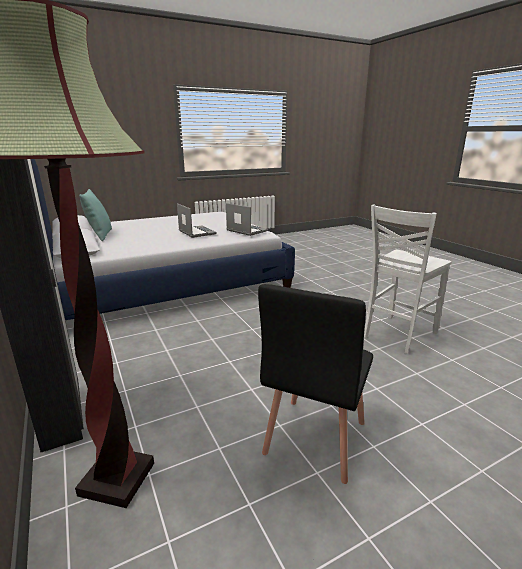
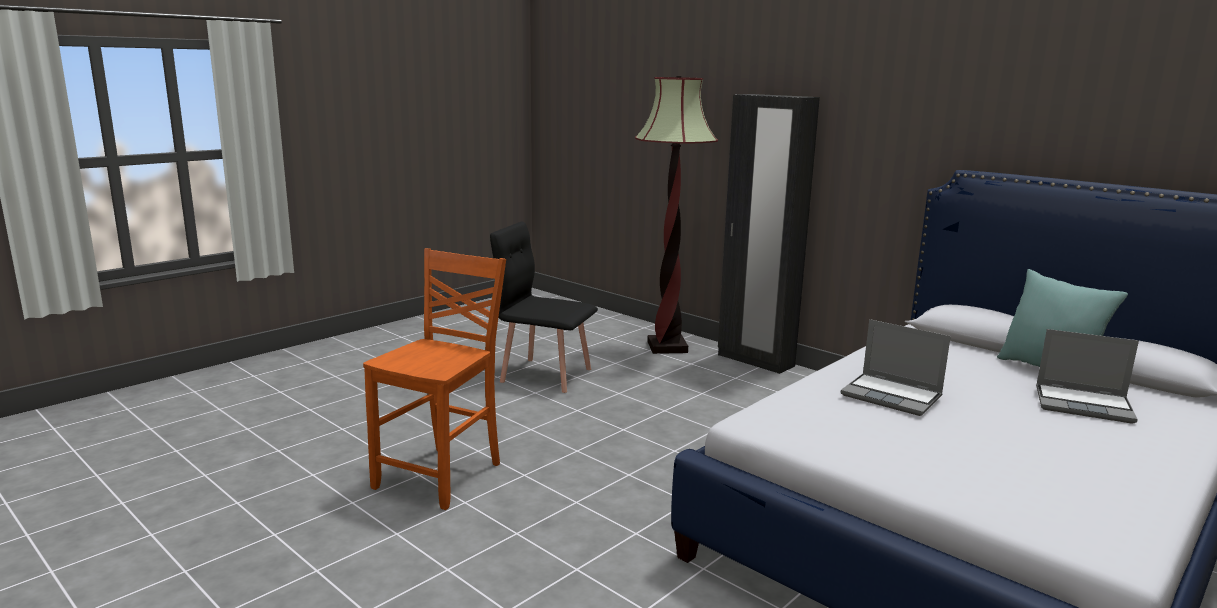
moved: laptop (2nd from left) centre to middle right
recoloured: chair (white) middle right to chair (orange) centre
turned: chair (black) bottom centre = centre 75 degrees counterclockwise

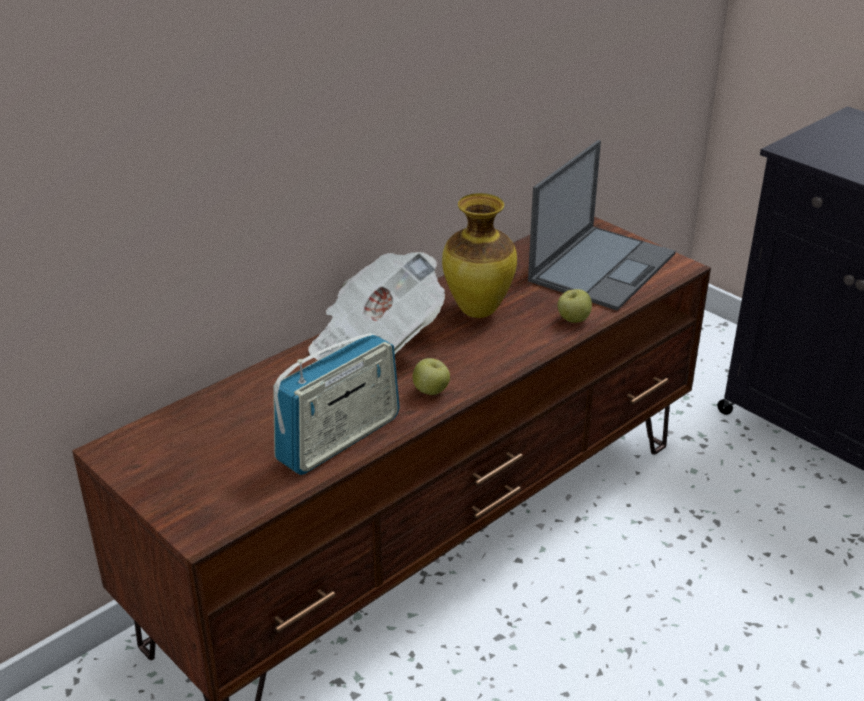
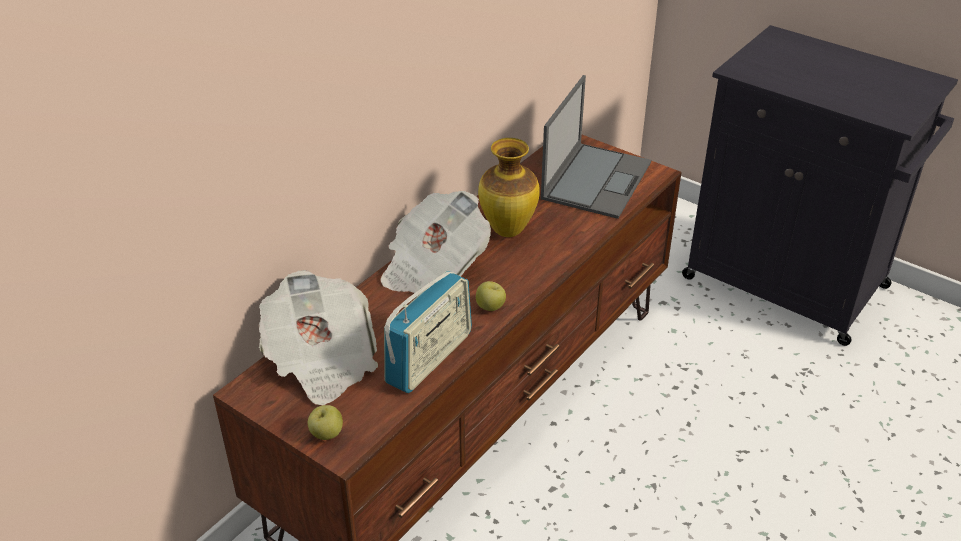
added: newspaper (1st from left) middle left
moved: apple (2nd from left in the first image) centre to apple (1st from left) bottom centre

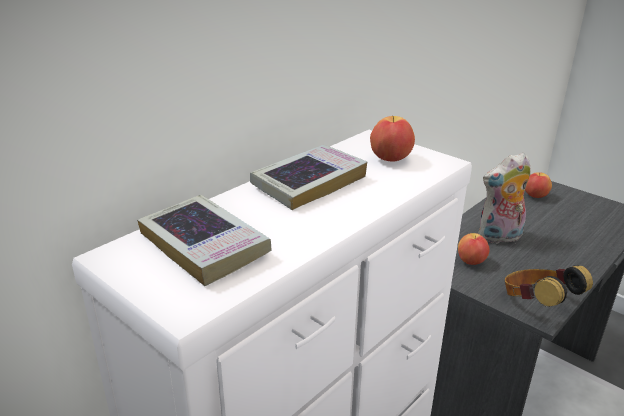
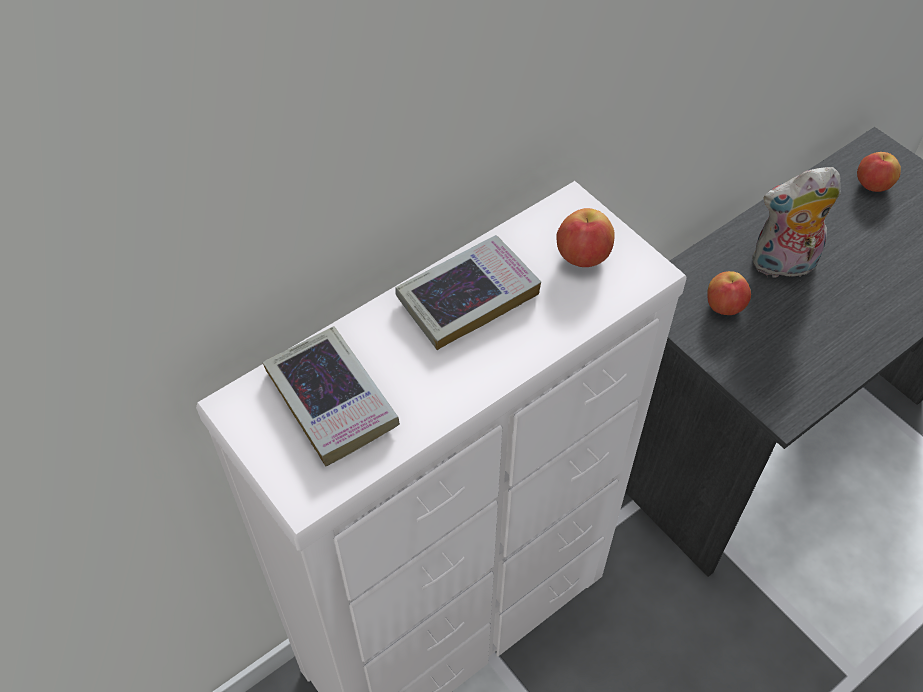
removed: headphones bottom right

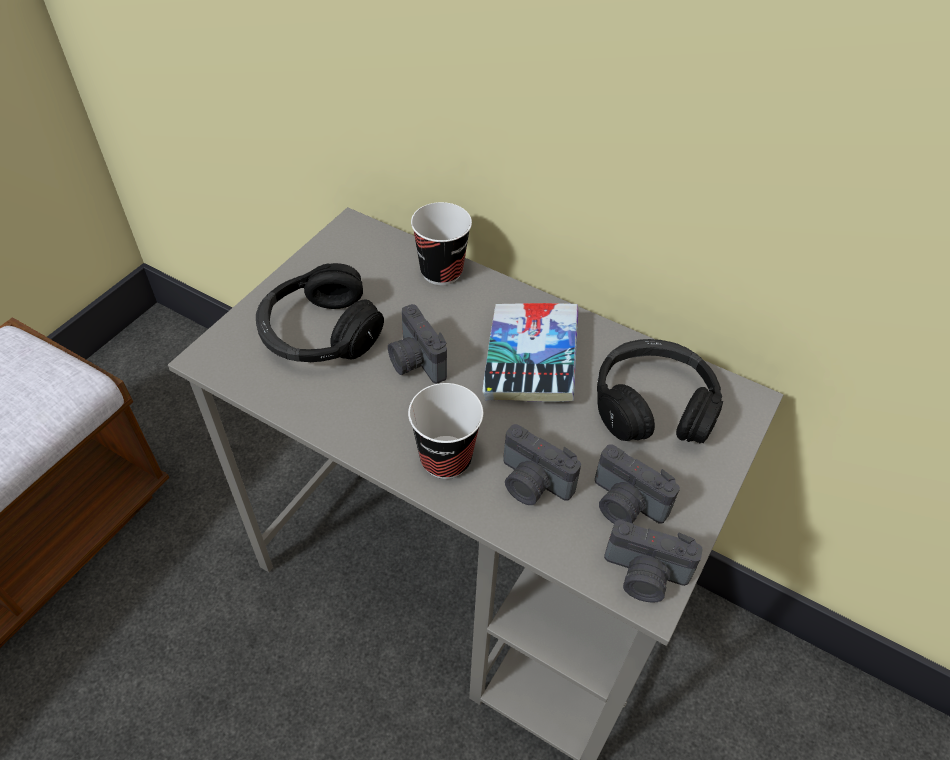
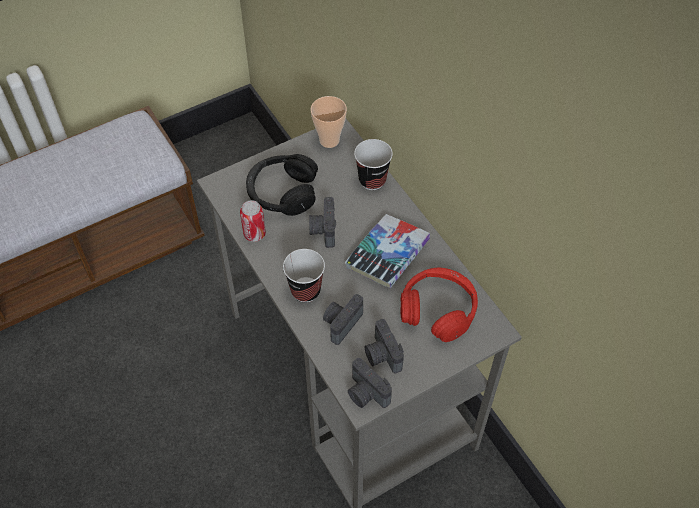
added: can centre; cup (2nd from left) top centre
recoloured: headphones (black) (2nd from left) middle right to headphones (red) centre
turned: photo camera (2nd from left) centre = centre 60 degrees clockwise

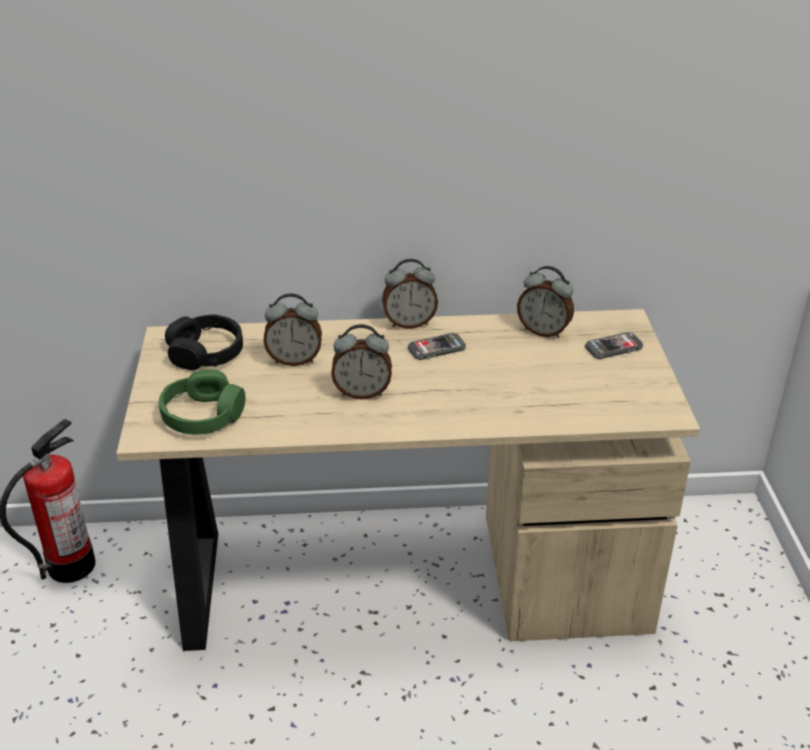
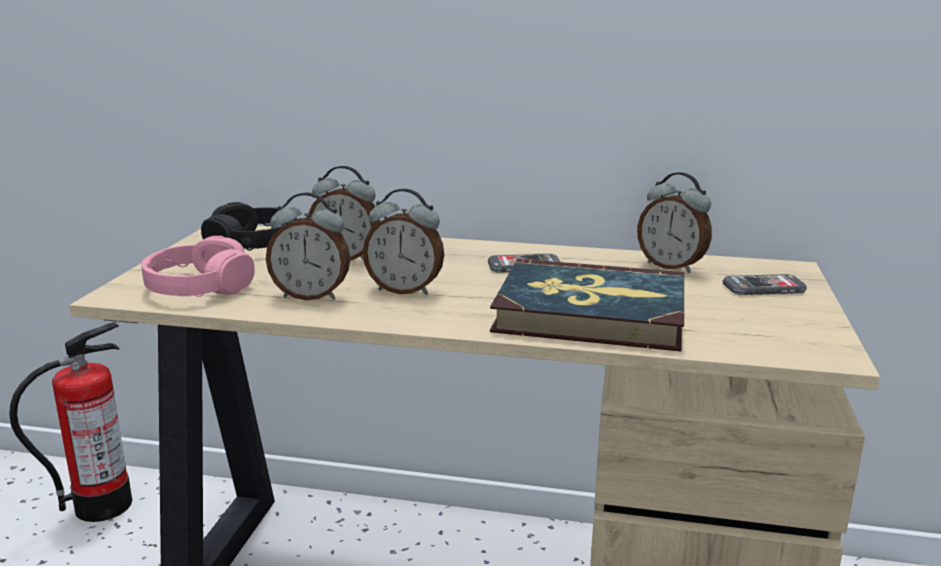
added: book centre
moved: alarm clock (3rd from left in the first image) centre to alarm clock (1st from left) middle left
recoloured: headphones (green) middle left to headphones (pink) middle left

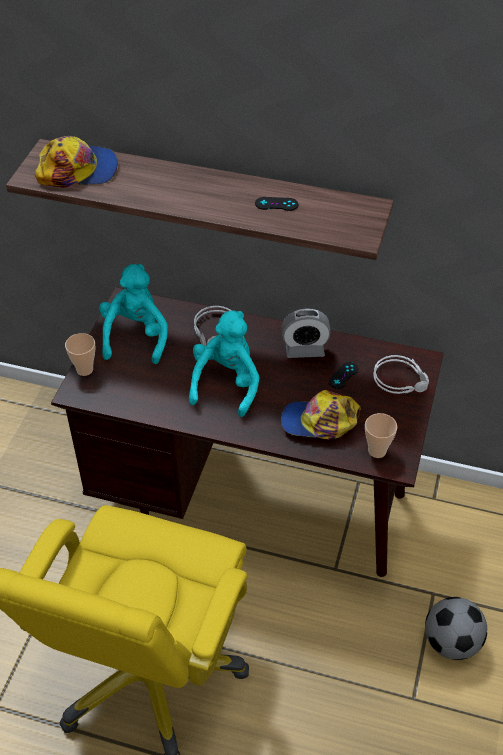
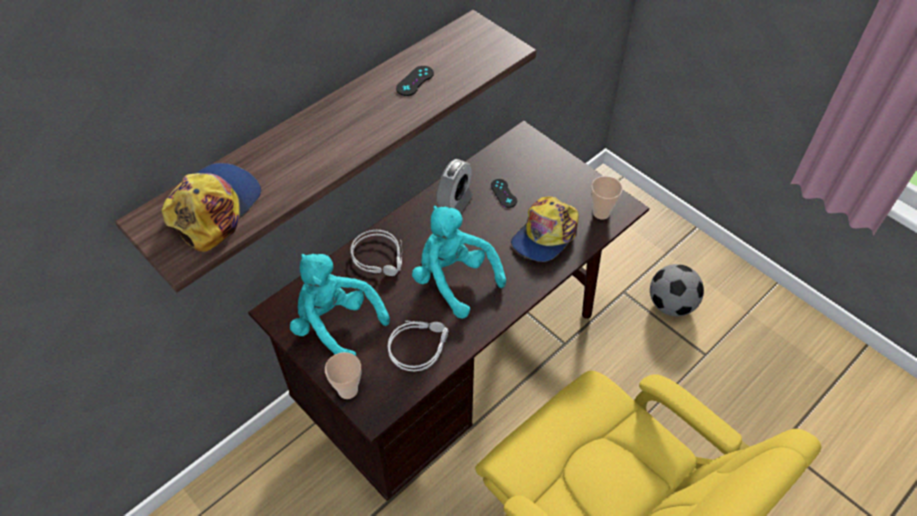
moved: headphones (grey) (2nd from left) middle right to bottom centre

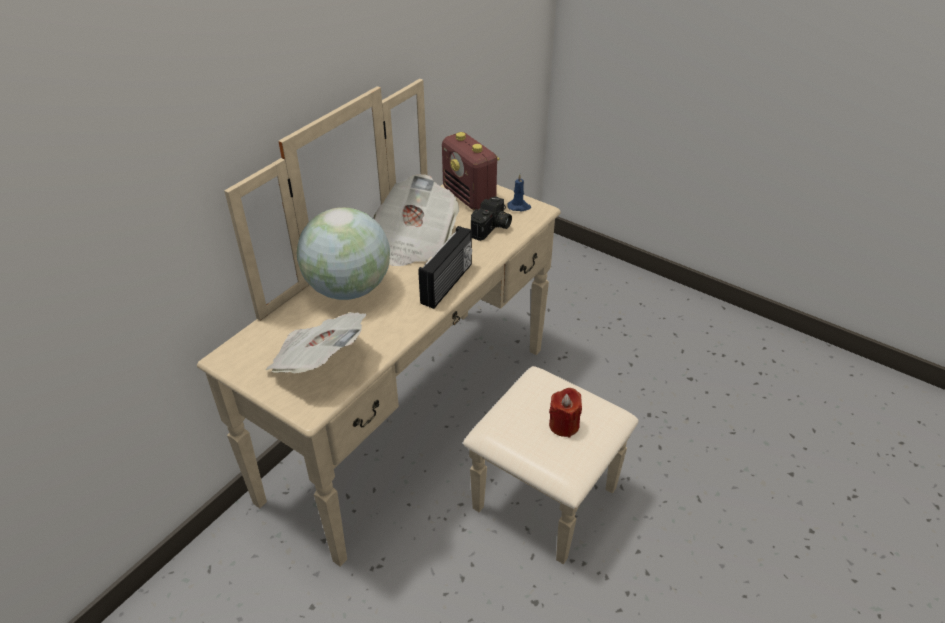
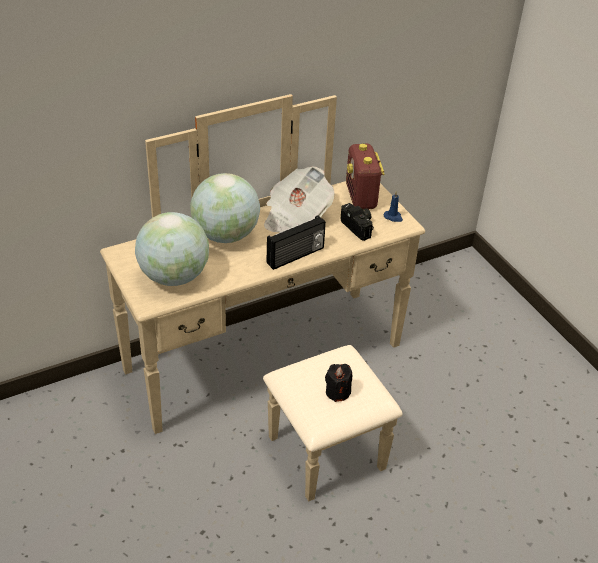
replaced: newspaper (1st from left) centre to globe (1st from left) middle left
recoloured: candle (red) centre to candle (black) bottom centre
turned: photo camera centre = centre 90 degrees counterclockwise

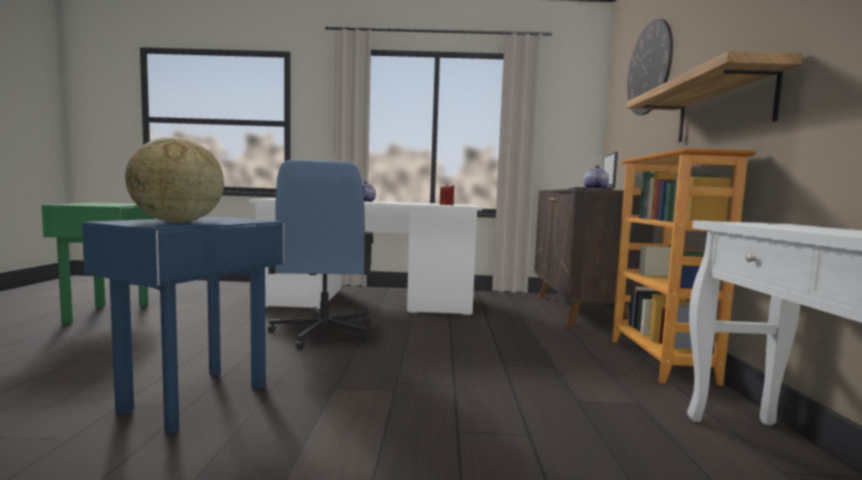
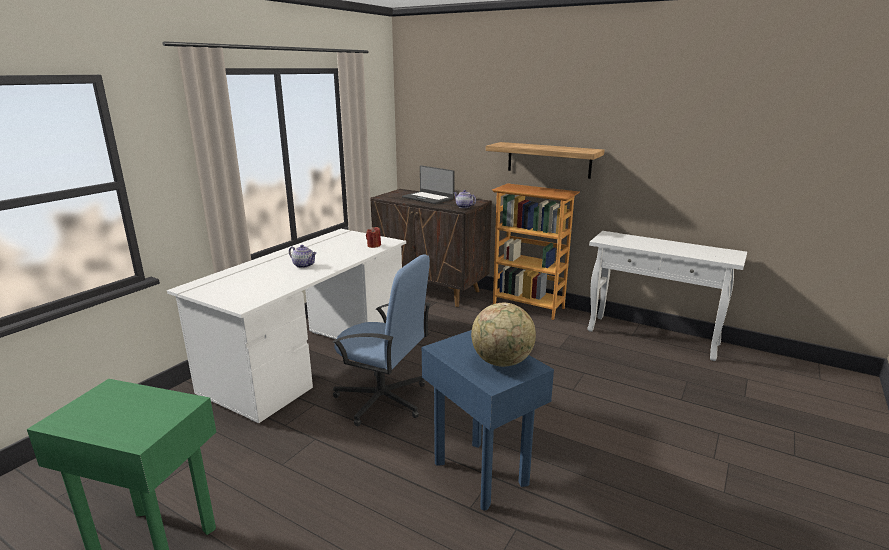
removed: wall clock top right

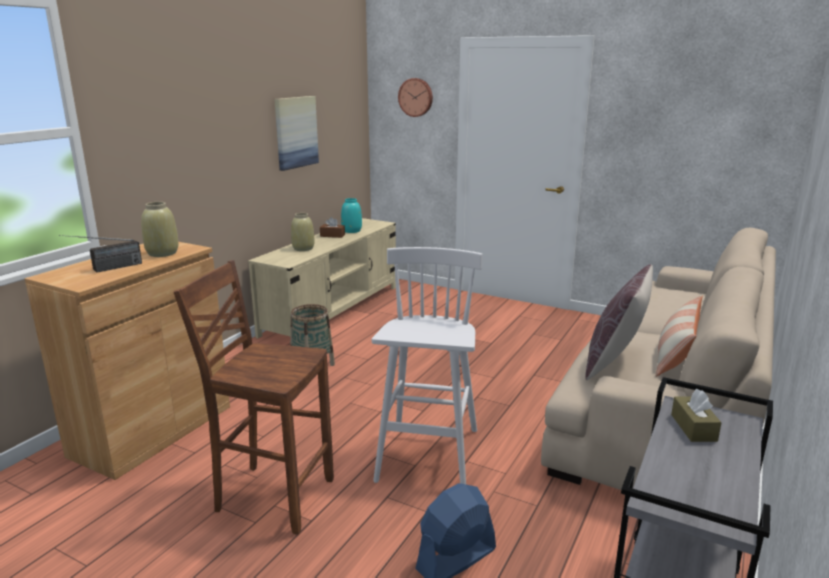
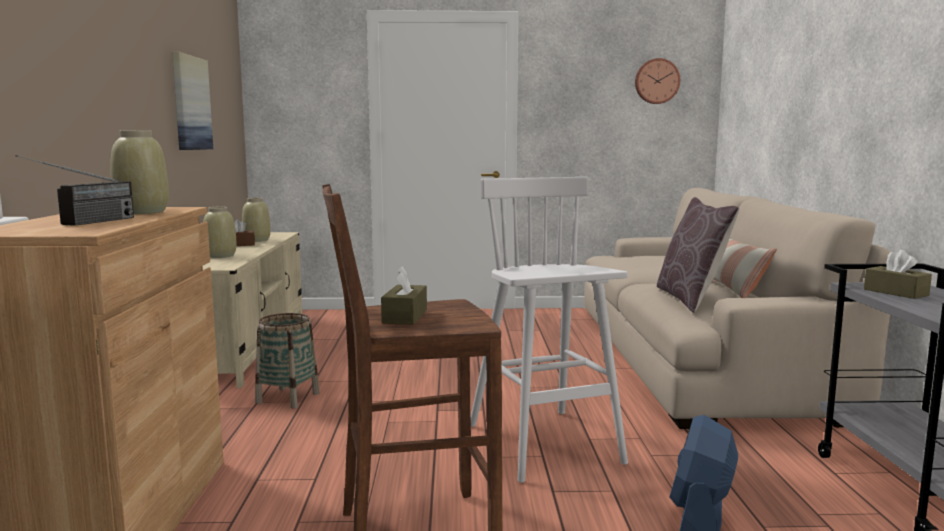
added: tissue box (brown) (2nd from left) centre
moved: wall clock top centre to top right
recoloured: vase (turquoise) centre to vase (beige) (3rd from left) middle left

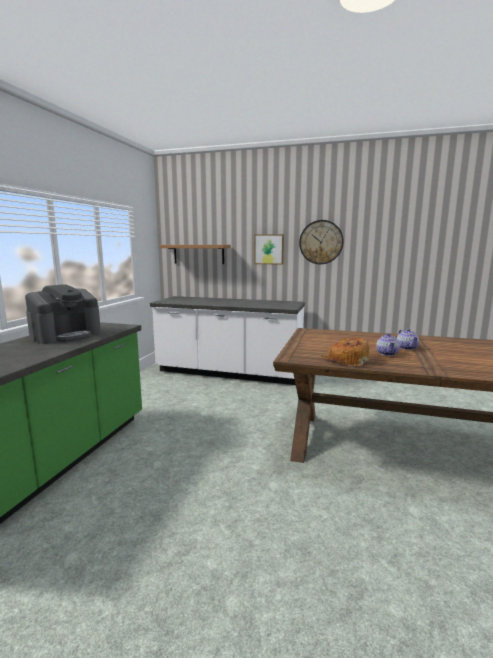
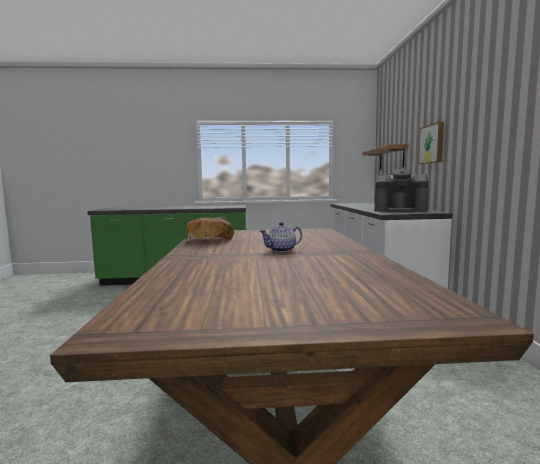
removed: wall clock centre; teapot (1st from left) middle right
moved: coffee machine middle left to middle right

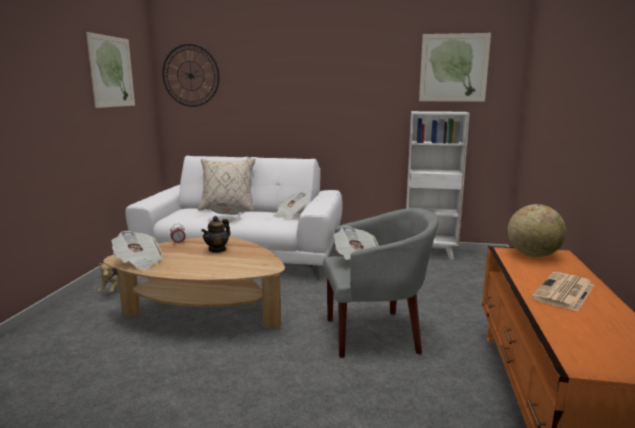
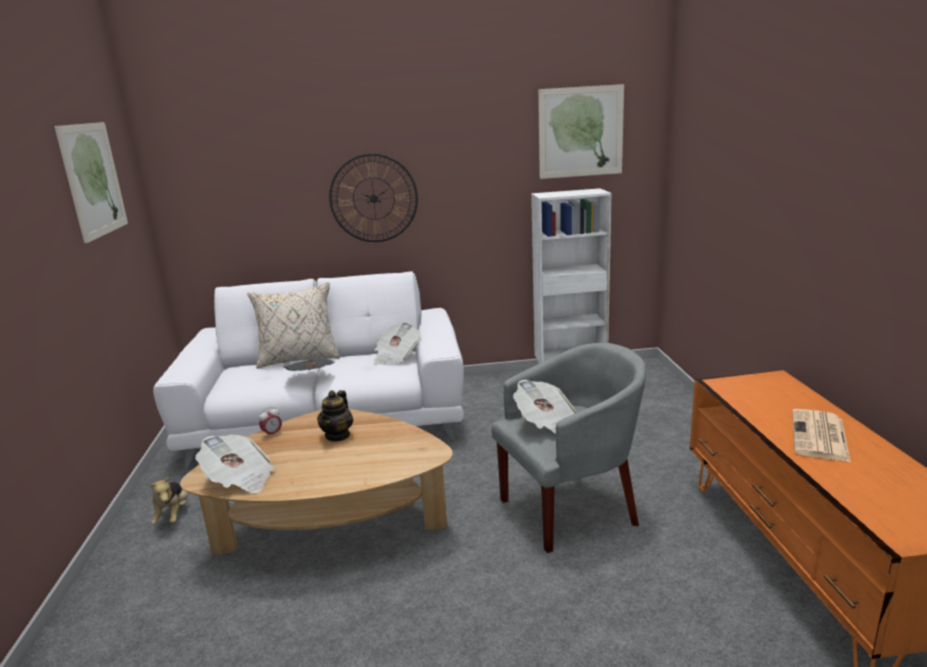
removed: globe middle right
moved: wall clock top left to top centre

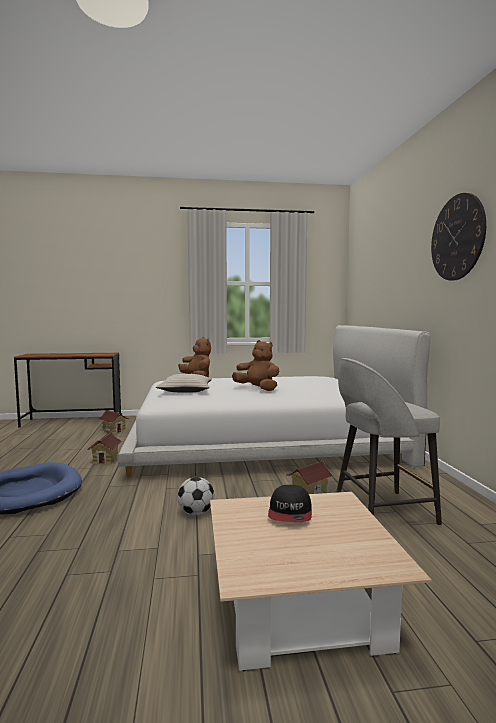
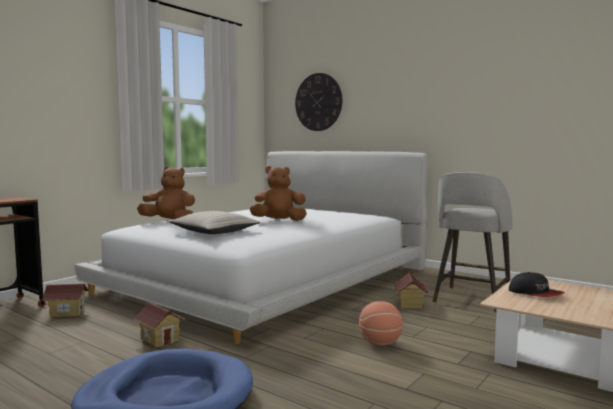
moved: wall clock top right to top centre
replaced: football bottom centre to basketball bottom centre

